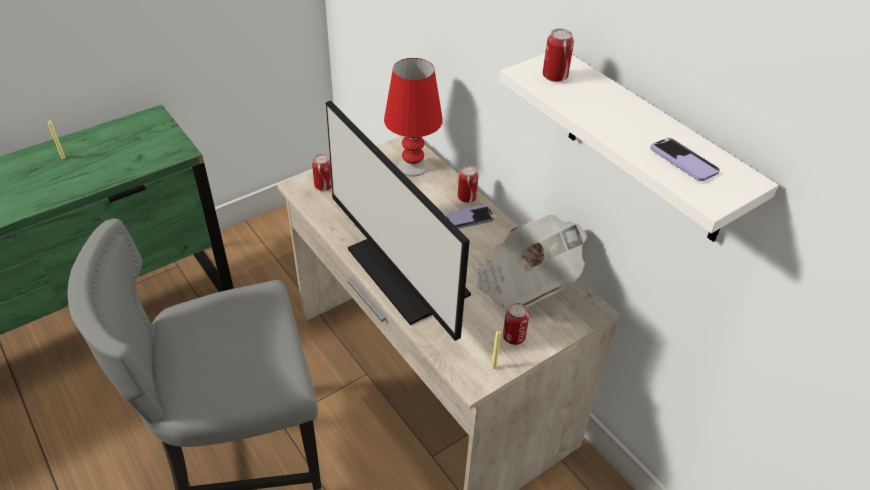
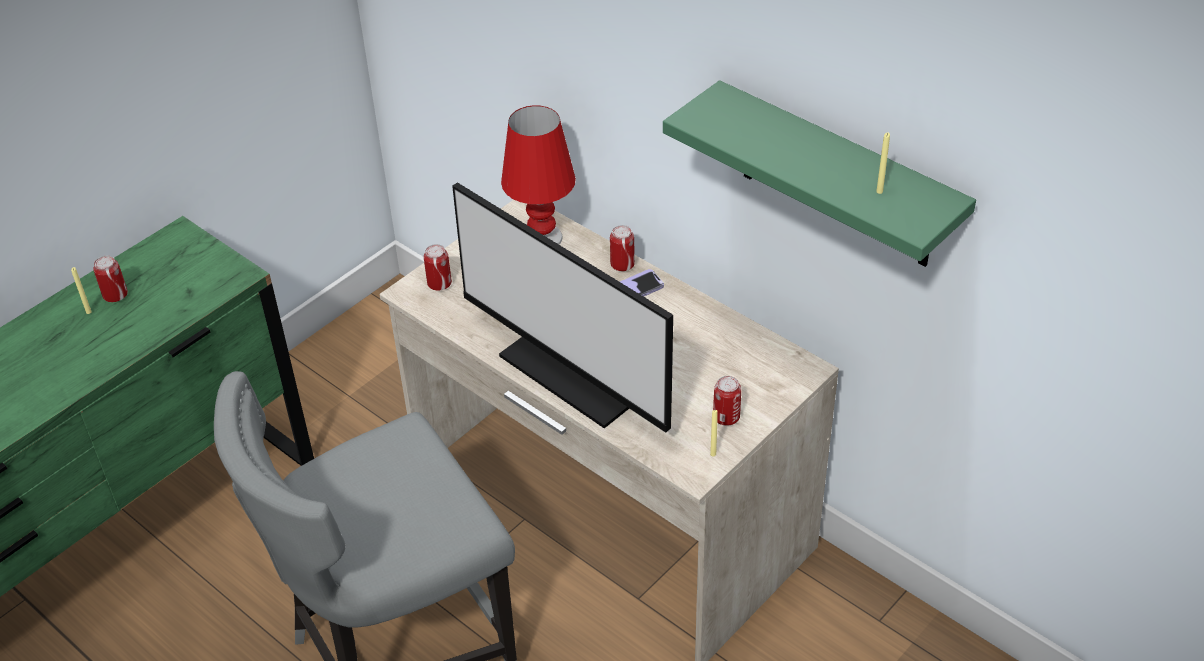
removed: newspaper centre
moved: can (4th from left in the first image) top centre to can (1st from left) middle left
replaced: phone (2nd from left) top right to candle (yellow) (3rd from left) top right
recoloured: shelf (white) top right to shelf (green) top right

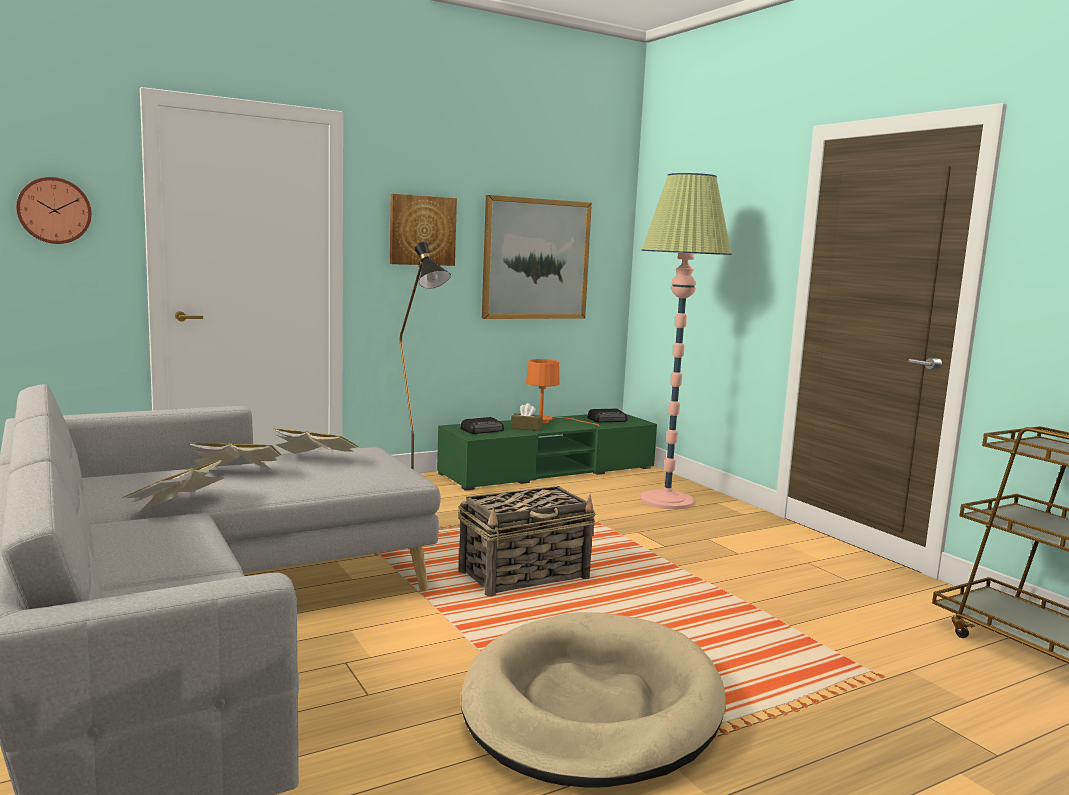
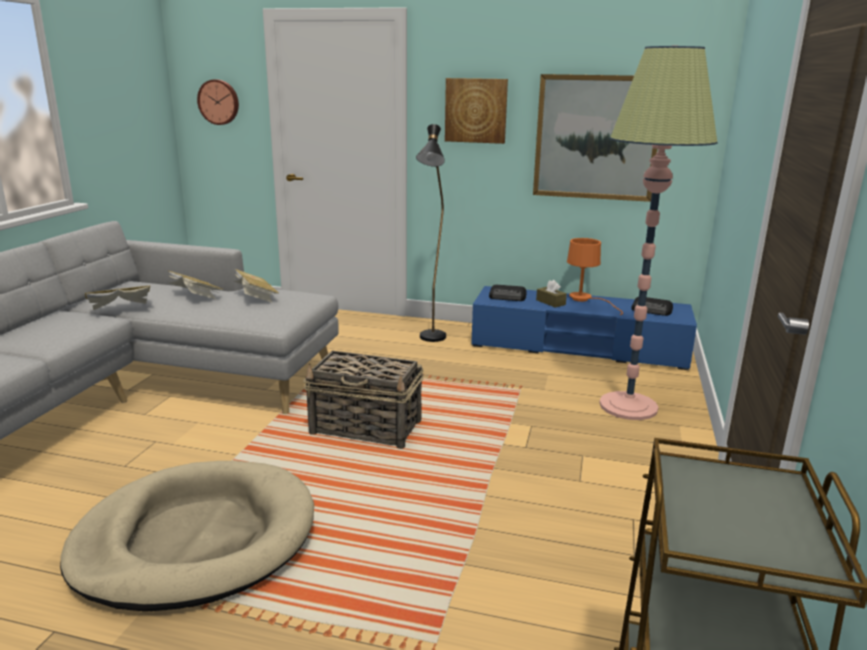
recoloured: tv stand (green) centre to tv stand (blue) middle right

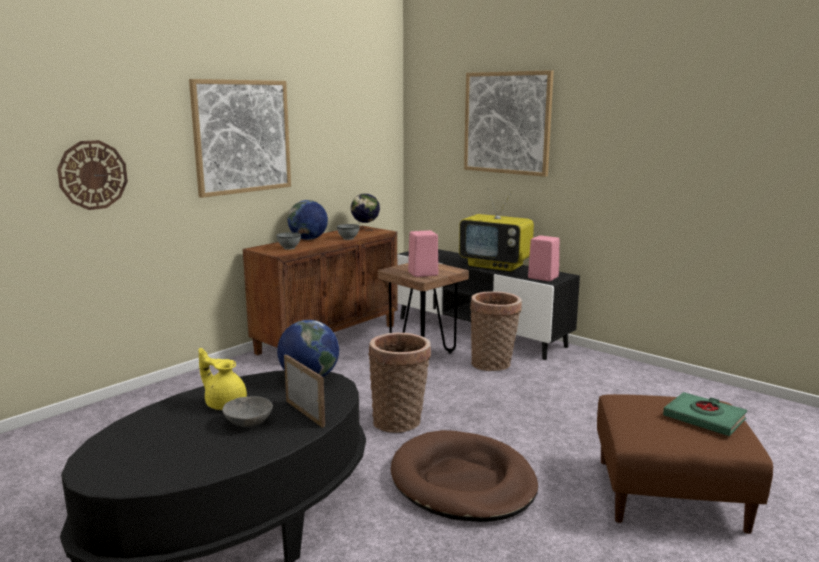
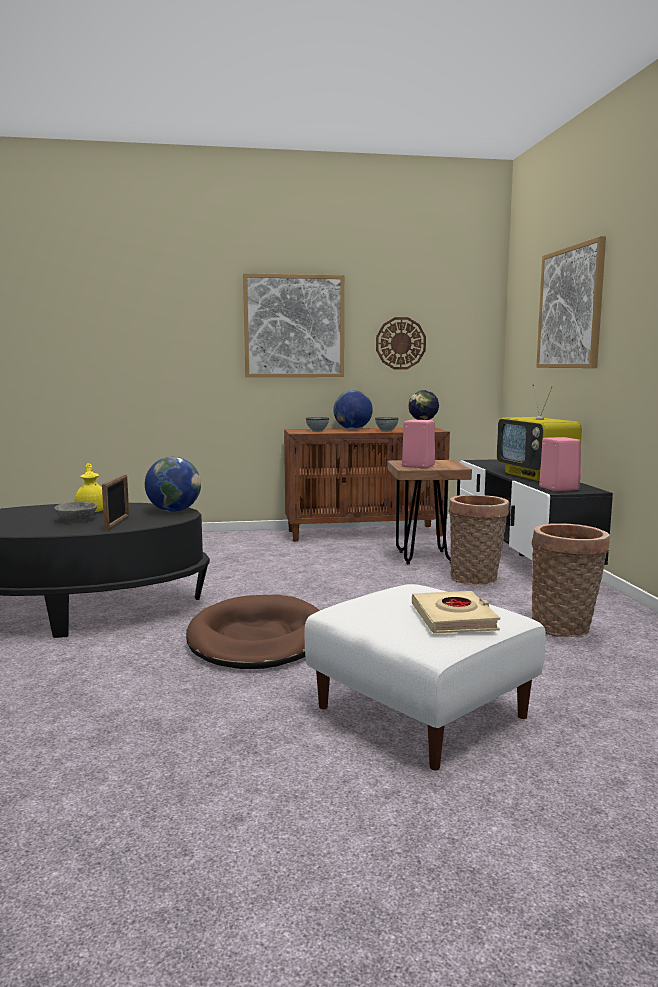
moved: wall clock top left to centre; basket (1st from left in the first image) bottom centre to basket (2nd from left) middle right
recoloured: ottoman (brown) bottom right to ottoman (white) bottom centre; book (green) bottom right to book (beige) middle right

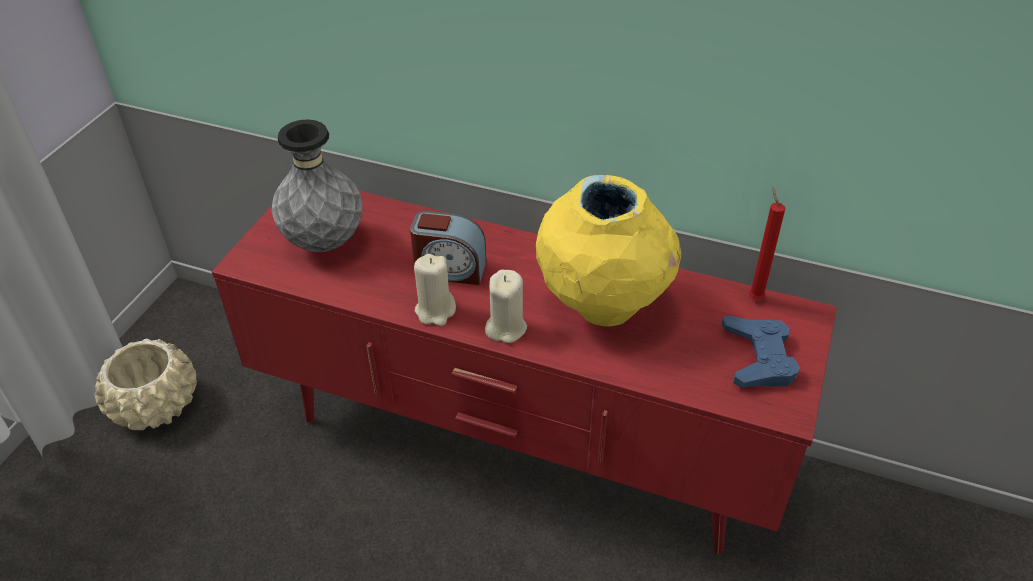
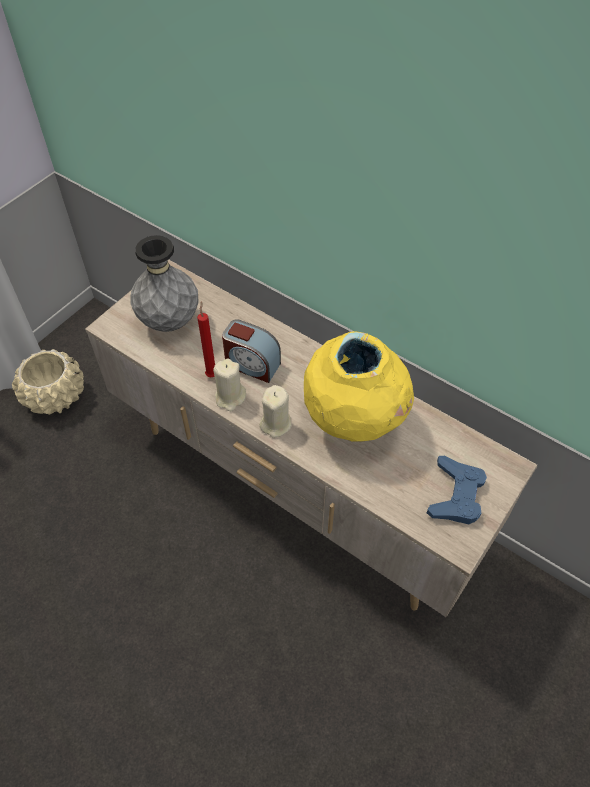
moved: candle (red) middle right to centre
recoloured: tv stand (red) centre to tv stand (beige) centre

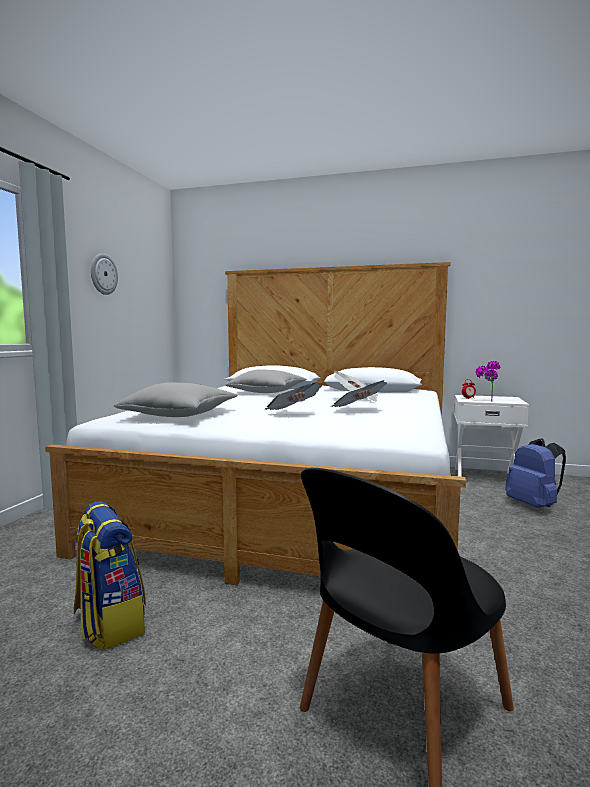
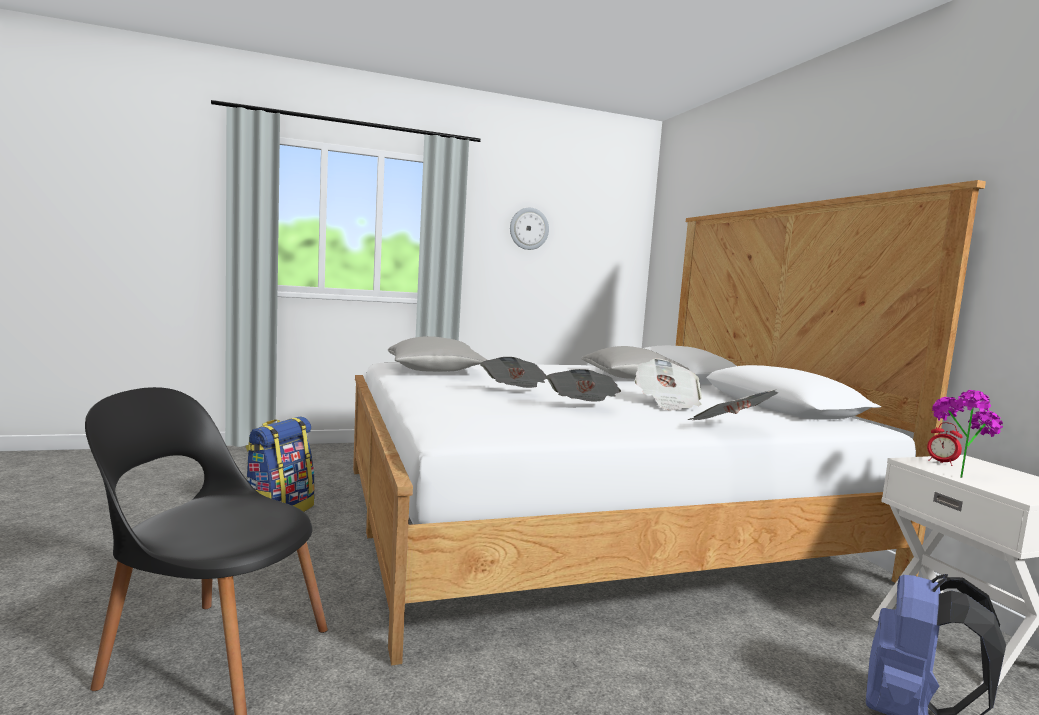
added: newspaper (4th from left) middle right

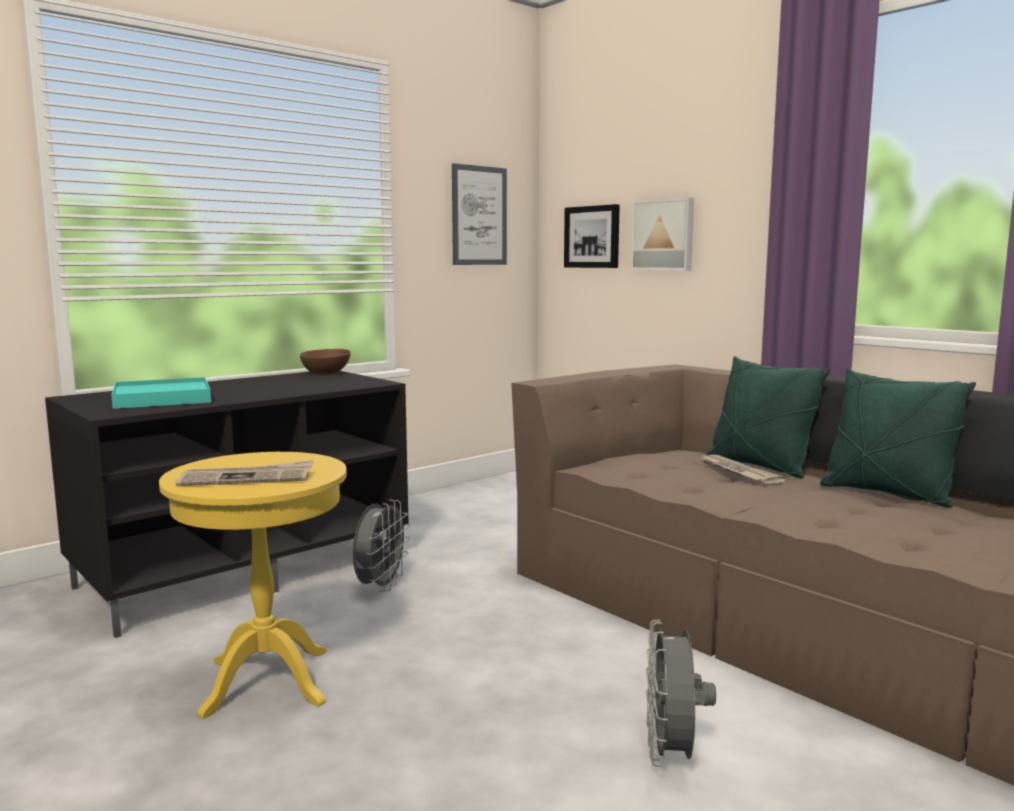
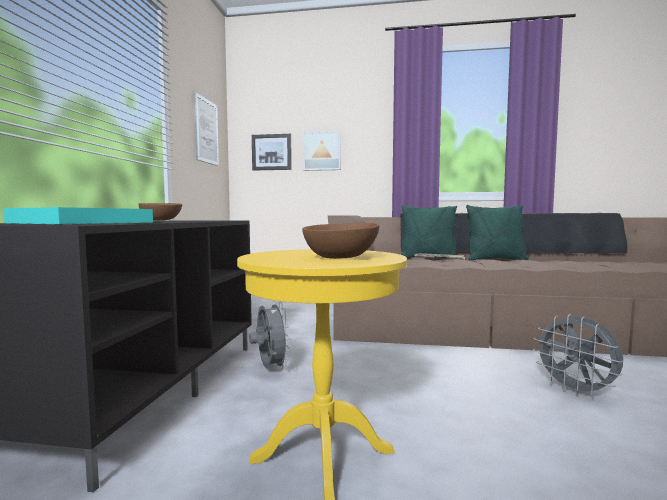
replaced: newspaper (1st from left) middle left to bowl (brown) (2nd from left) centre

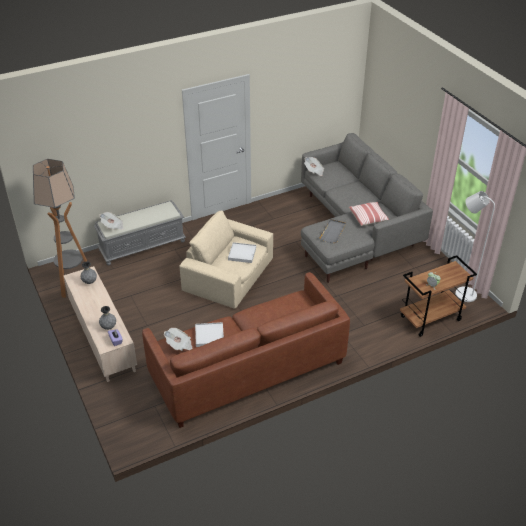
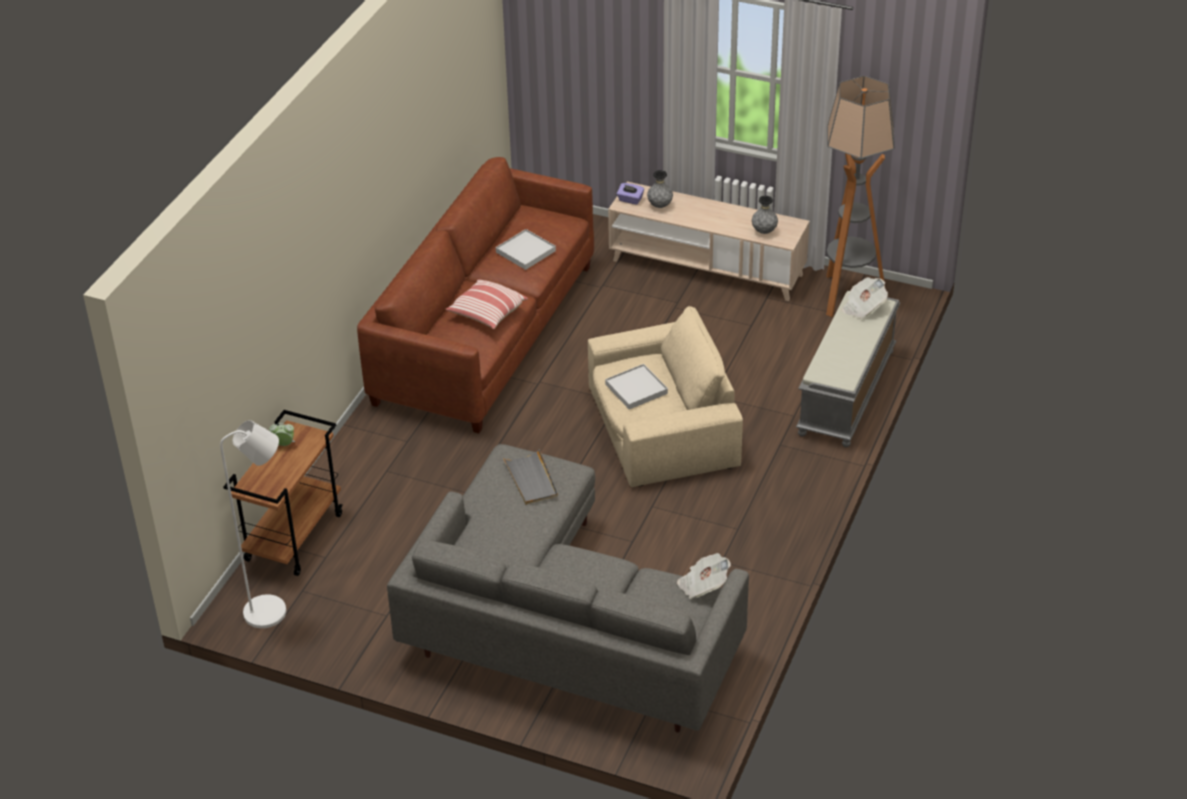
removed: newspaper (2nd from left) centre
moved: pillow middle right to centre

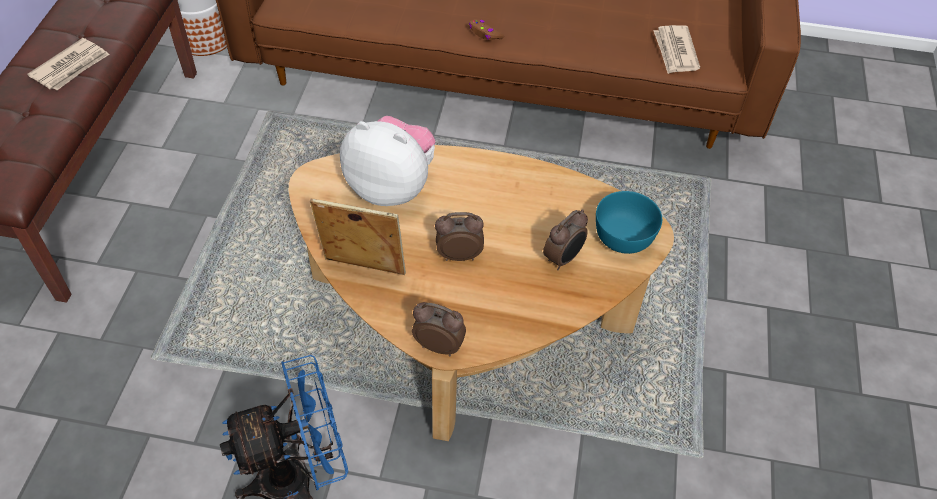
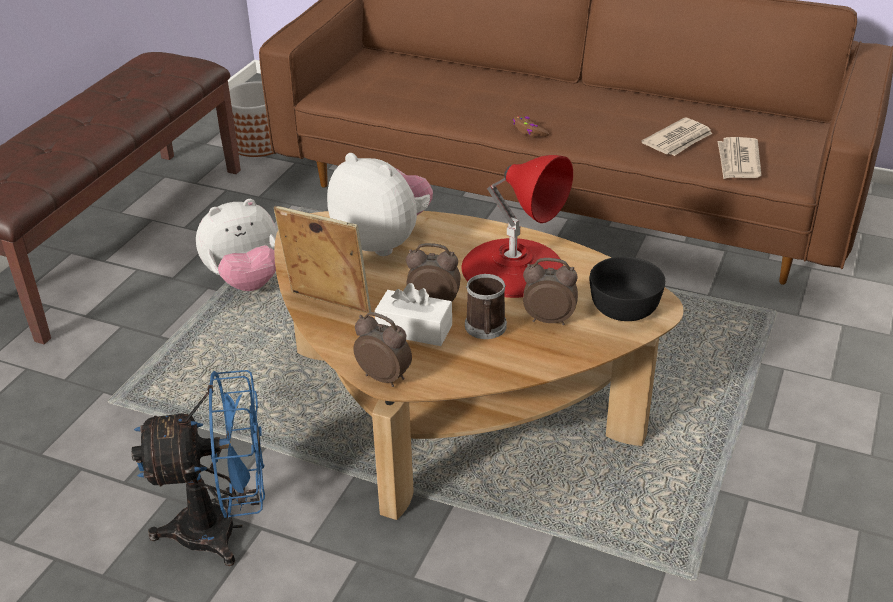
added: plush toy (1st from left) middle left; tissue box (white) centre; table lamp (red) centre; mug centre
moved: newspaper (1st from left) top left to top right
recoloured: bowl (turquoise) middle right to bowl (black) middle right
turned: alarm clock (3rd from left) centre = centre 135 degrees counterclockwise

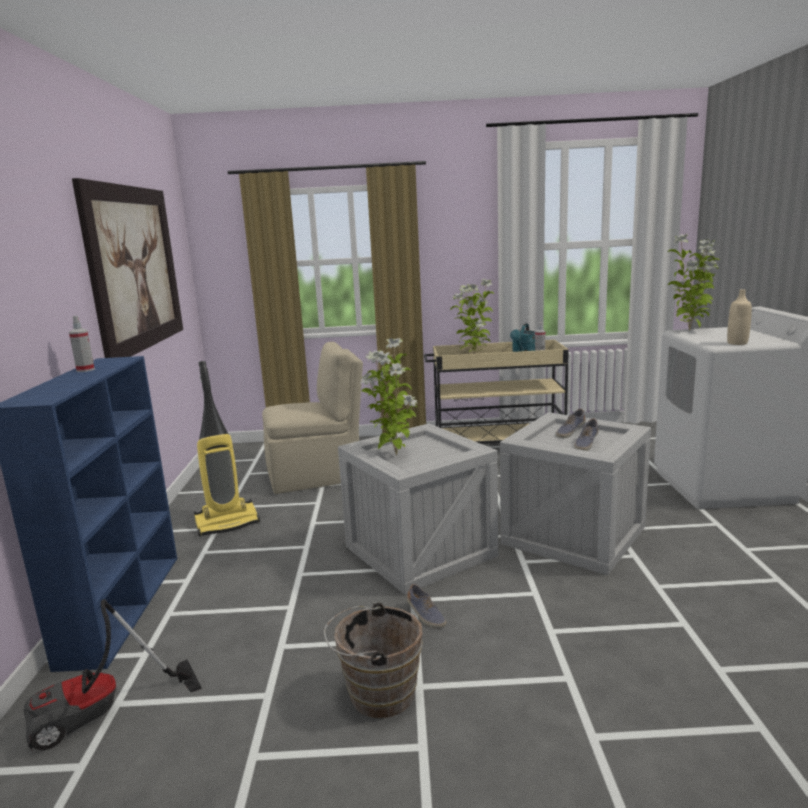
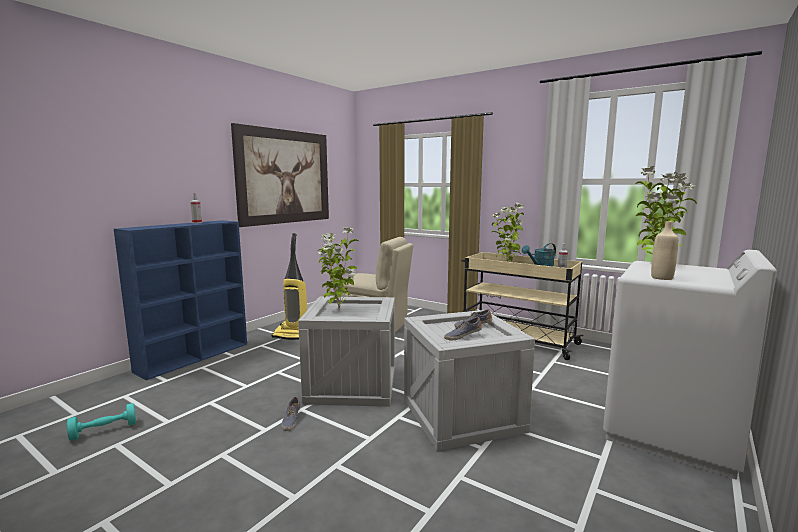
removed: vacuum cleaner (1st from left) bottom left; bucket (brown) bottom centre
added: dumbbell (turquoise) bottom left

